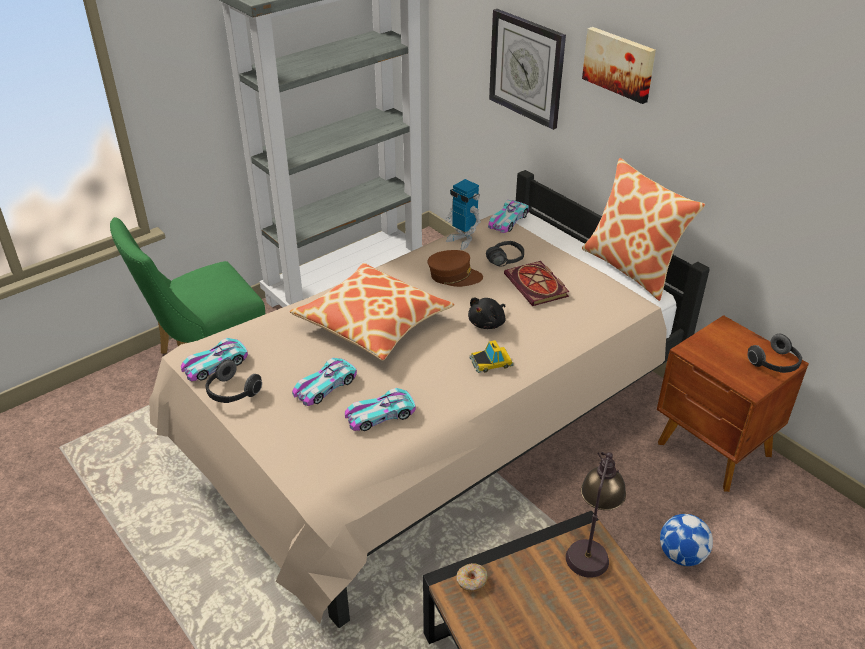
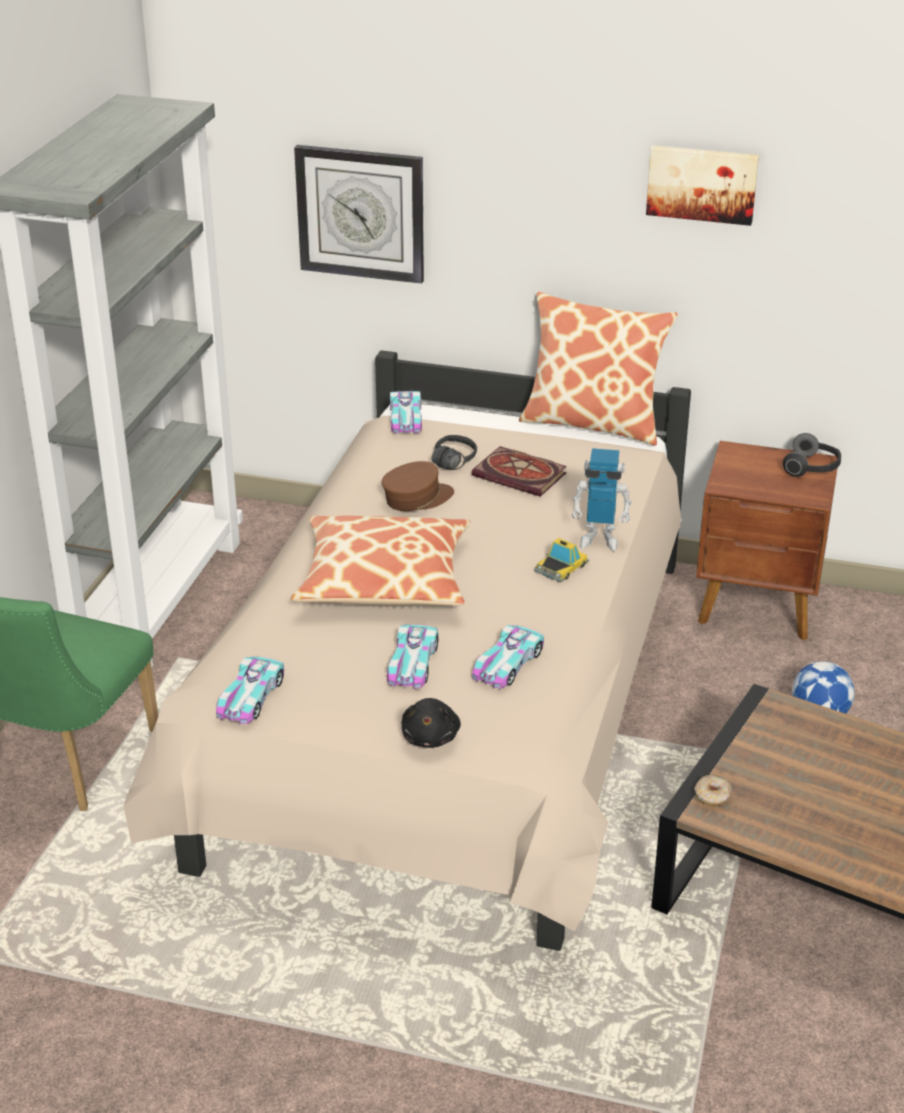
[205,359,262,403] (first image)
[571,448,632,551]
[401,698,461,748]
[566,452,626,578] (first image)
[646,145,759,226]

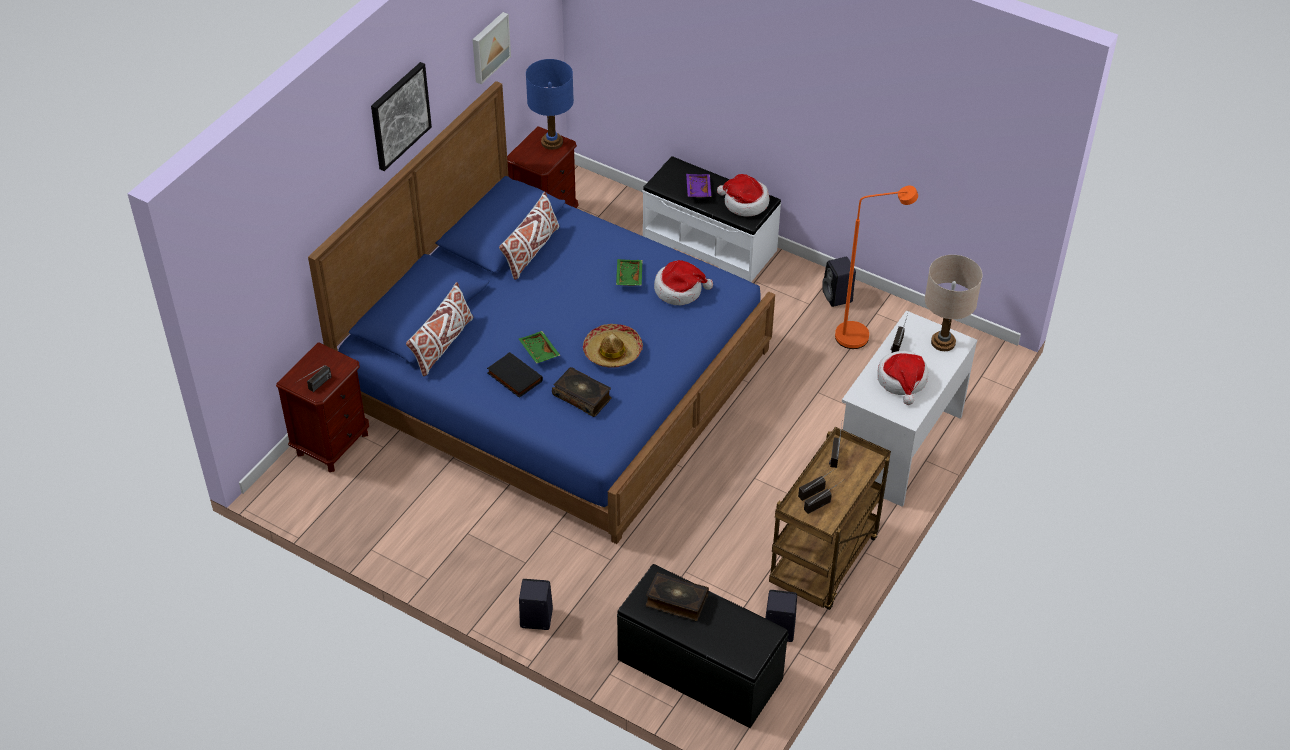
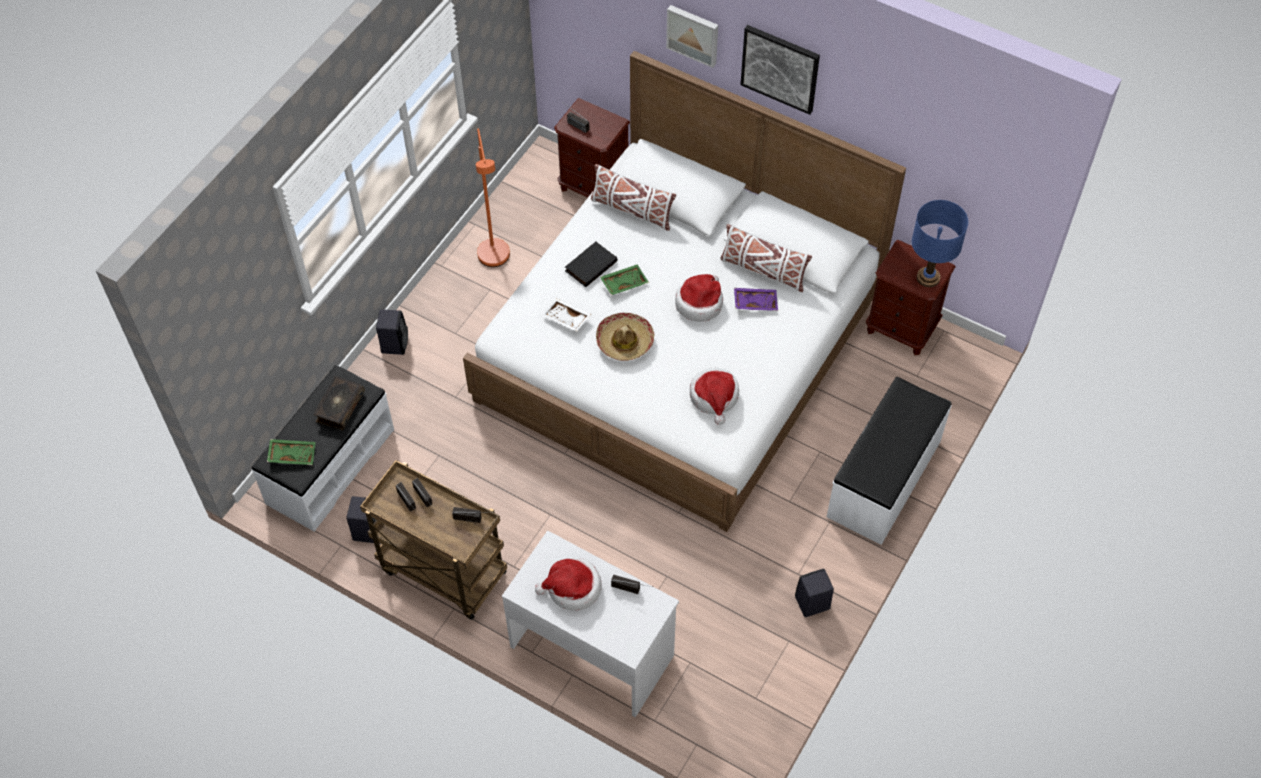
[463,51,906,532]
[666,5,718,68]
[542,299,591,331]
[267,439,316,465]
[251,365,394,532]
[734,288,778,311]
[675,274,723,322]
[476,129,510,267]
[925,255,983,351] (first image)

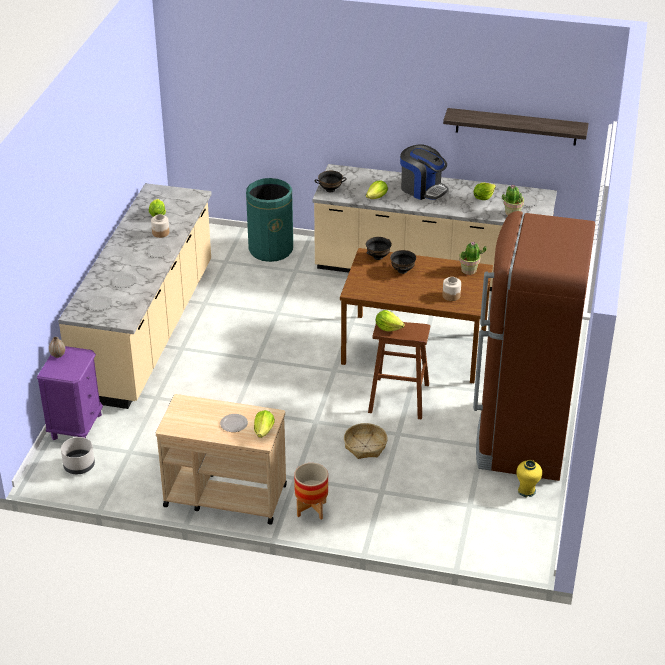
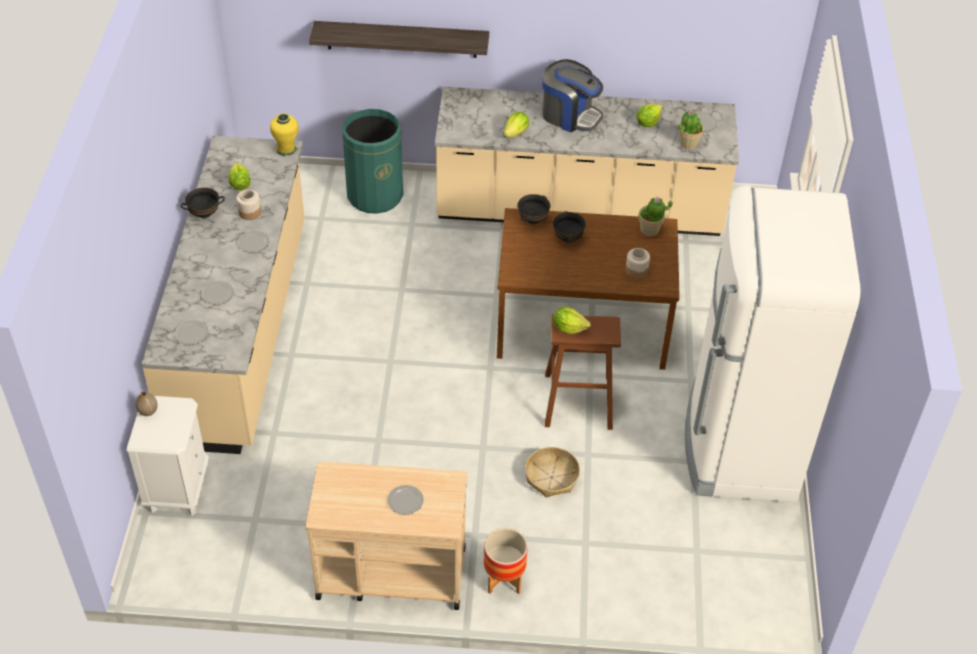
[127,396,209,516]
[61,437,95,474] (first image)
[254,410,275,438] (first image)
[180,187,225,218]
[309,21,489,58]
[685,185,861,502]
[270,113,299,156]

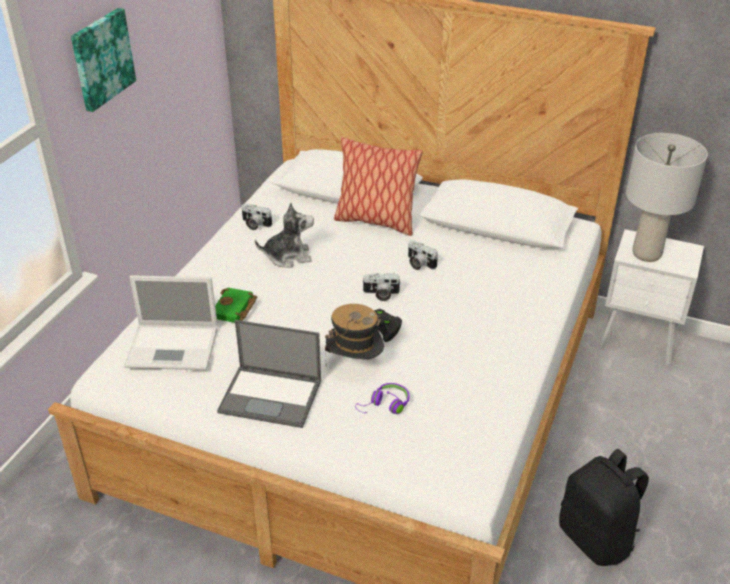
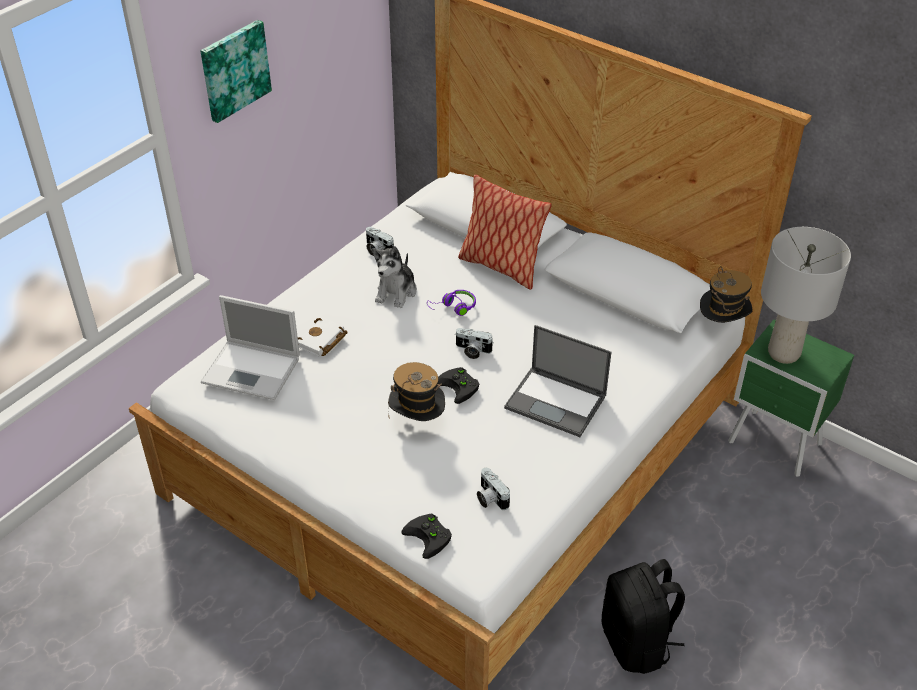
[298,317,348,357]
[504,325,611,437]
[372,246,417,308]
[427,290,476,316]
[477,468,510,510]
[728,320,854,477]
[401,514,452,559]
[700,266,753,323]

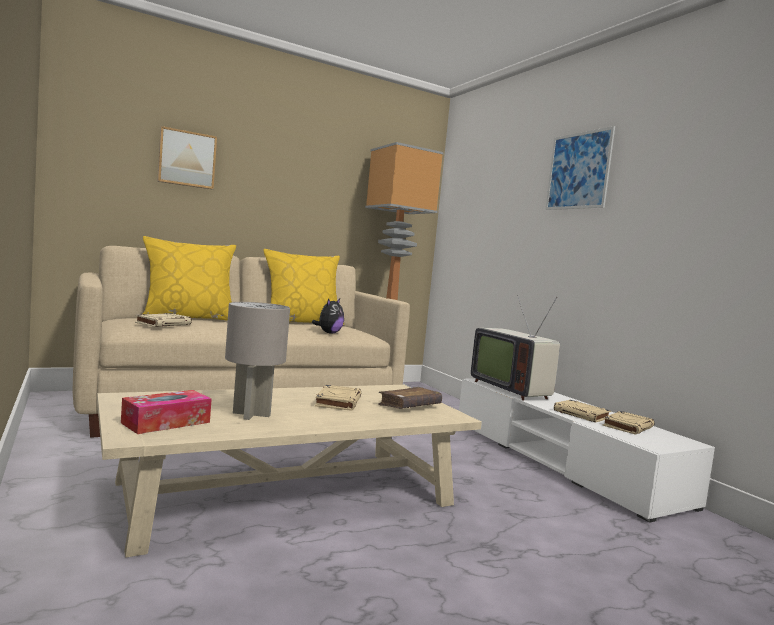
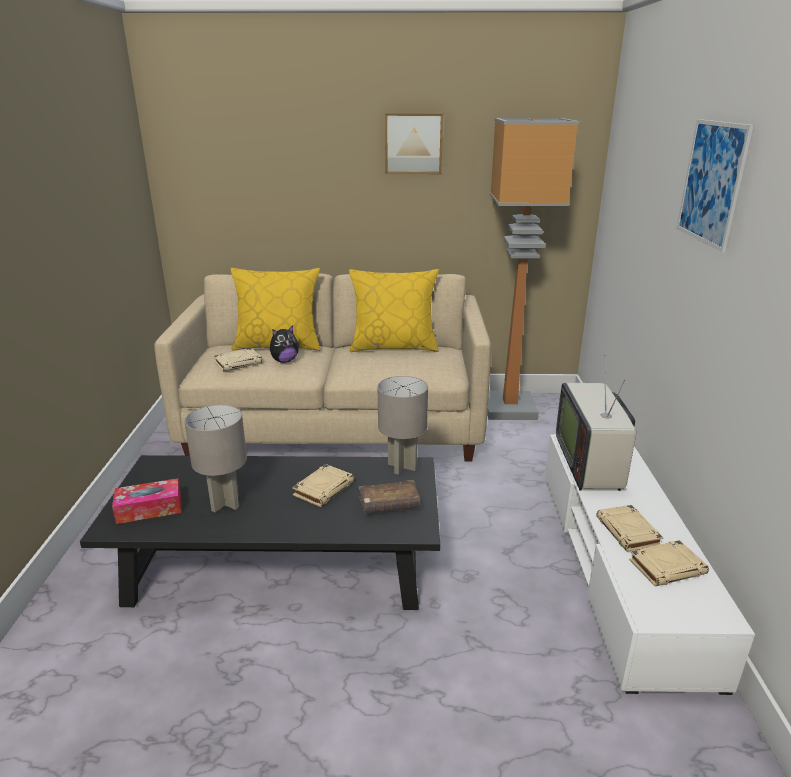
[80,455,440,610]
[385,113,443,174]
[270,326,299,363]
[378,376,428,475]

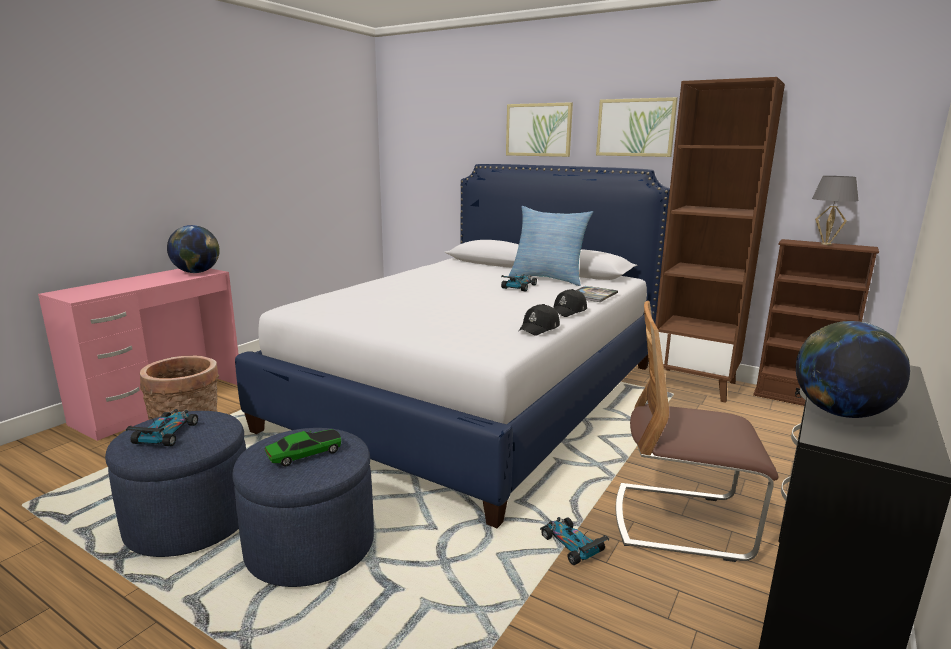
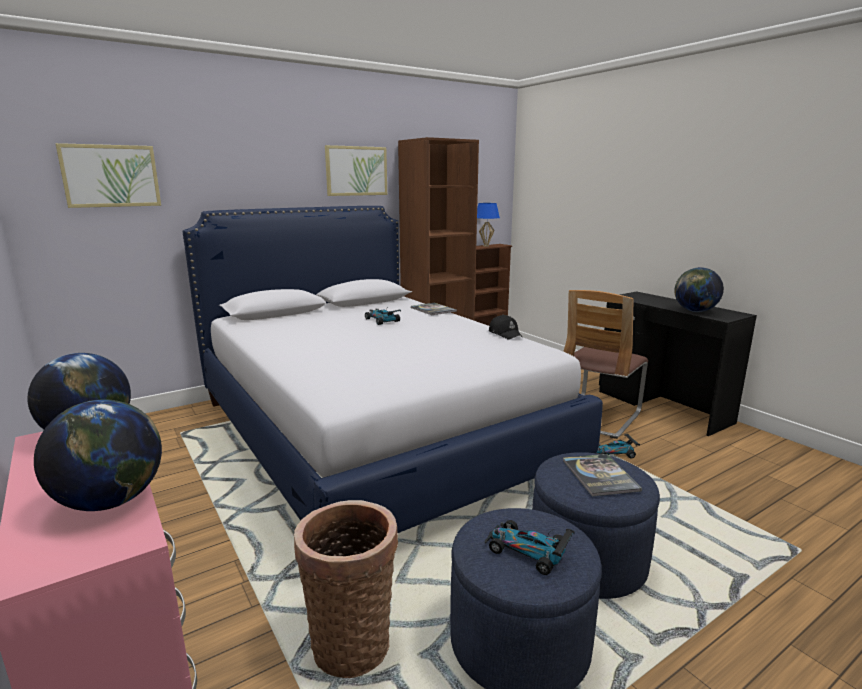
[563,454,642,496]
[55,143,161,208]
[509,206,593,286] (first image)
[553,289,587,317] (first image)
[477,203,500,247]
[34,399,162,511]

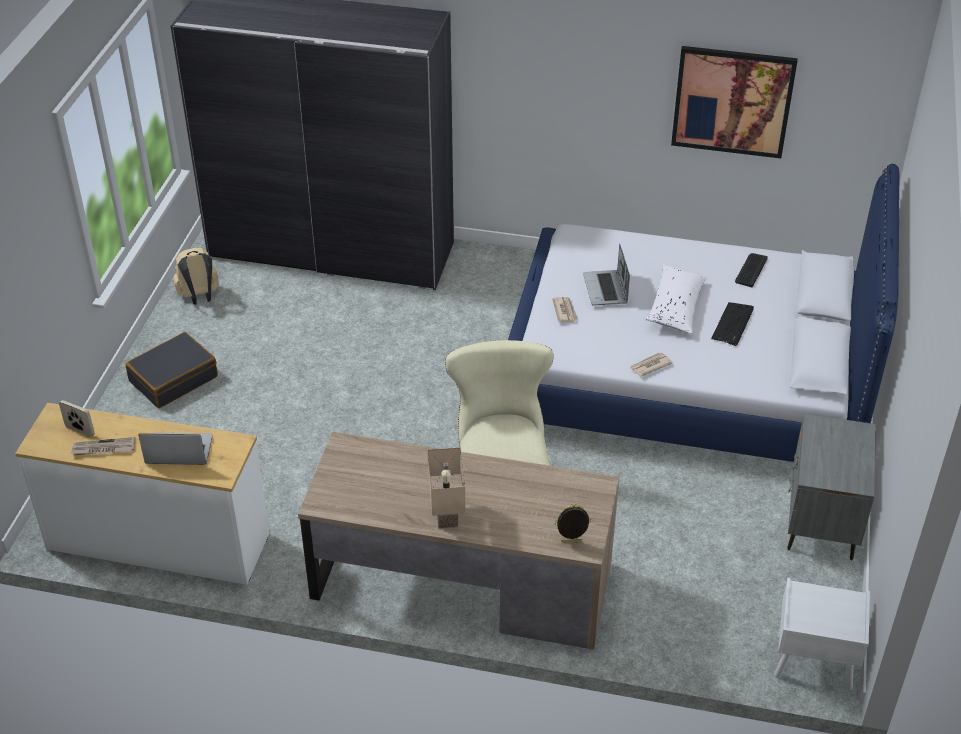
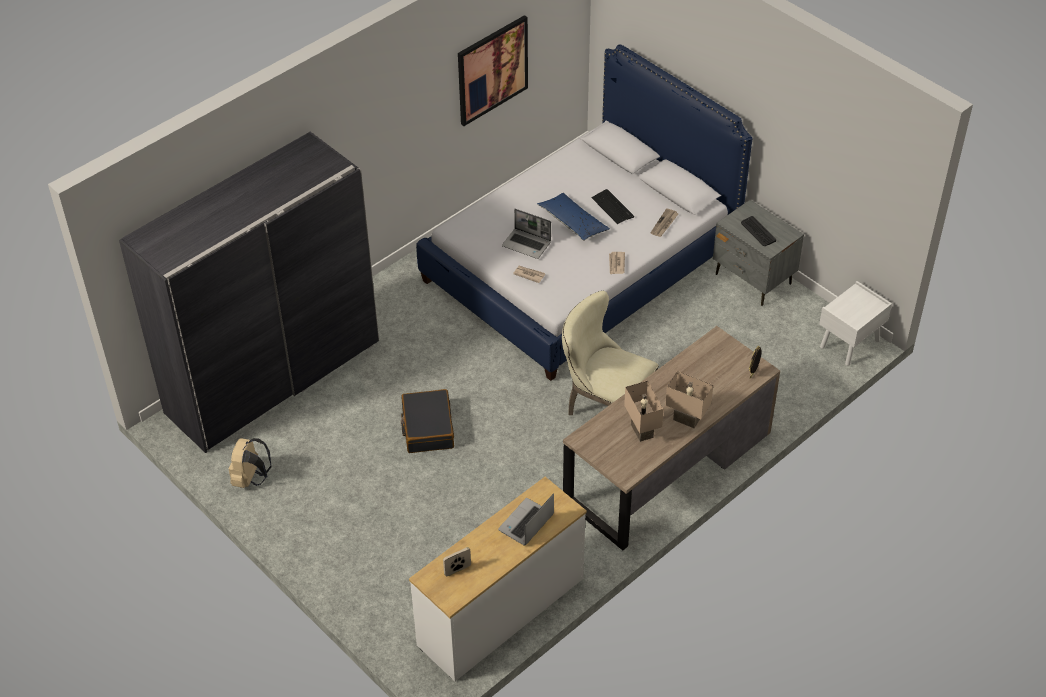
[650,208,679,237]
[401,389,454,453]
[537,193,610,241]
[741,216,776,246]
[624,381,664,442]

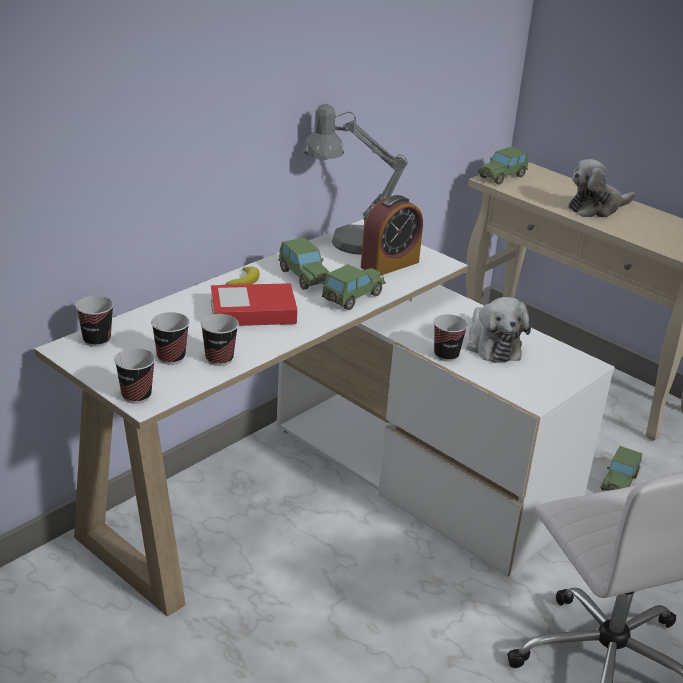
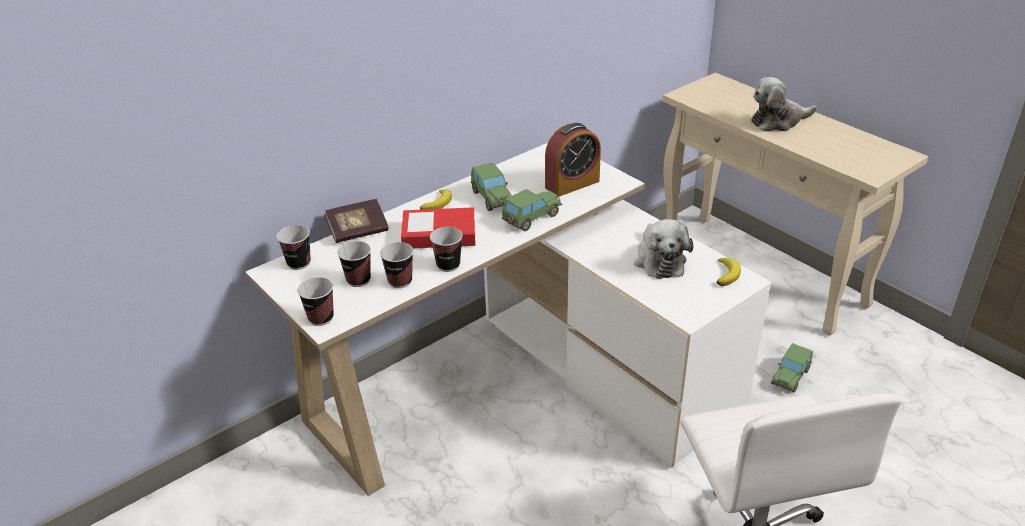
[303,104,408,254] (first image)
[430,227,463,272]
[477,147,528,184] (first image)
[324,199,389,243]
[717,258,741,286]

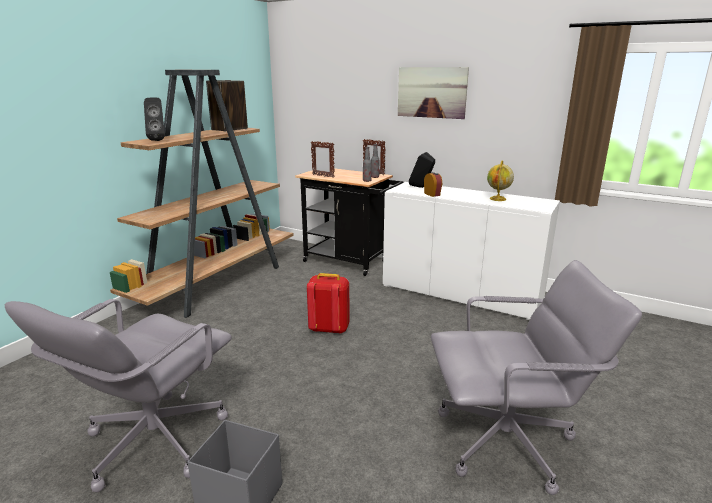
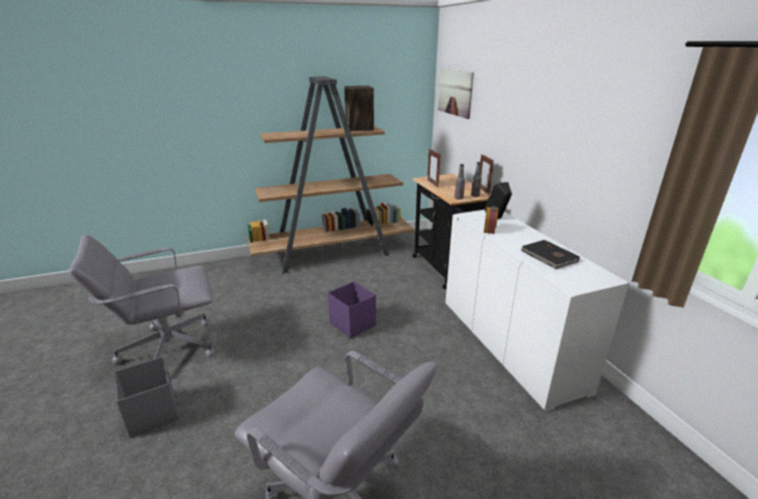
[144,98,165,141] (first image)
[328,282,376,339]
[438,69,474,119]
[521,240,580,269]

